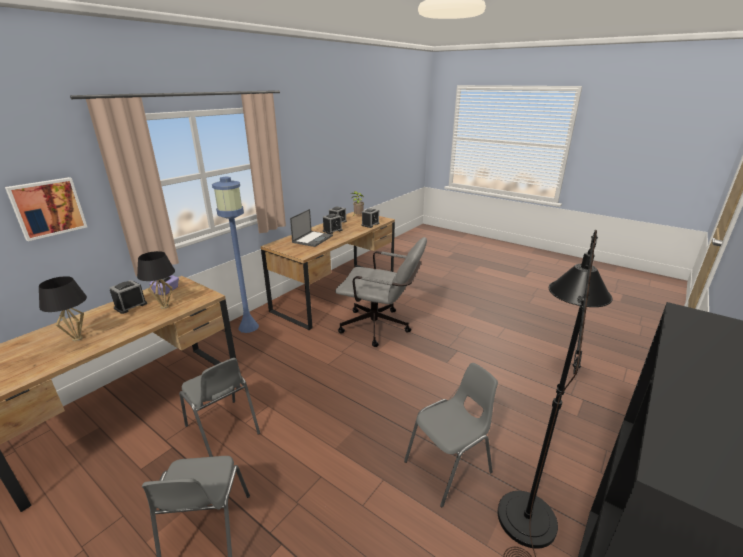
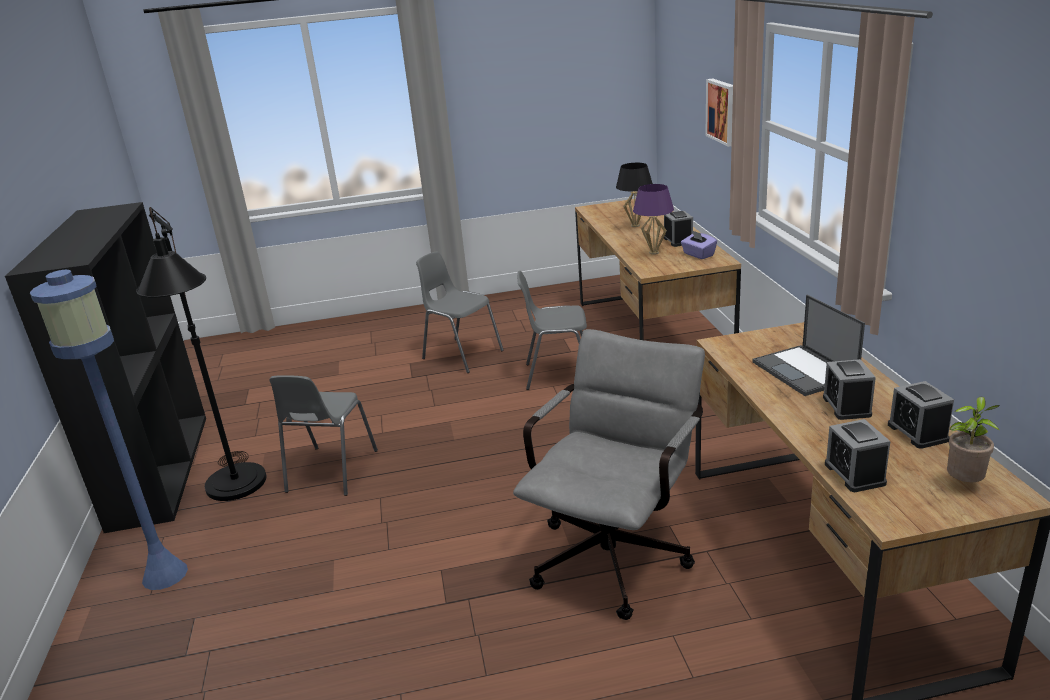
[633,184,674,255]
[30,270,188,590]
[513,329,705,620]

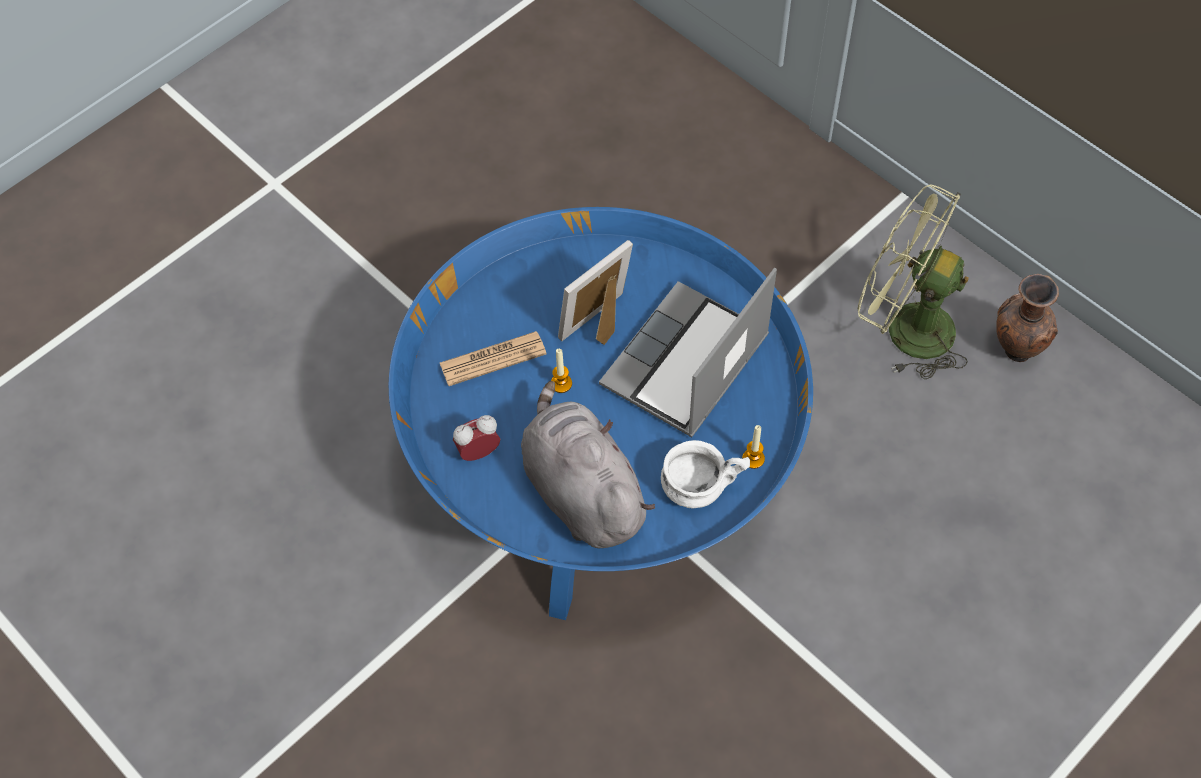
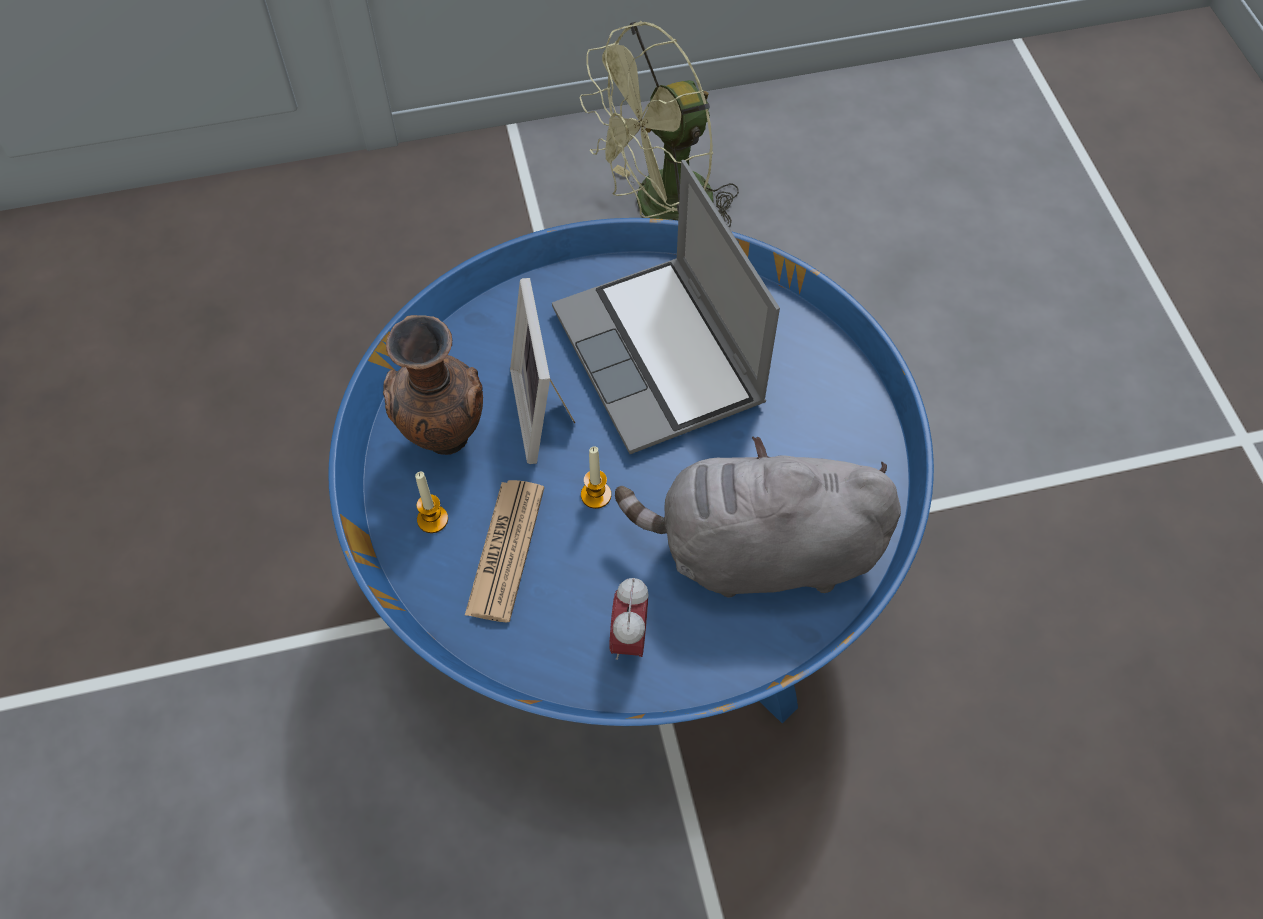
[661,440,750,509] (first image)
[415,471,448,533]
[383,315,483,455]

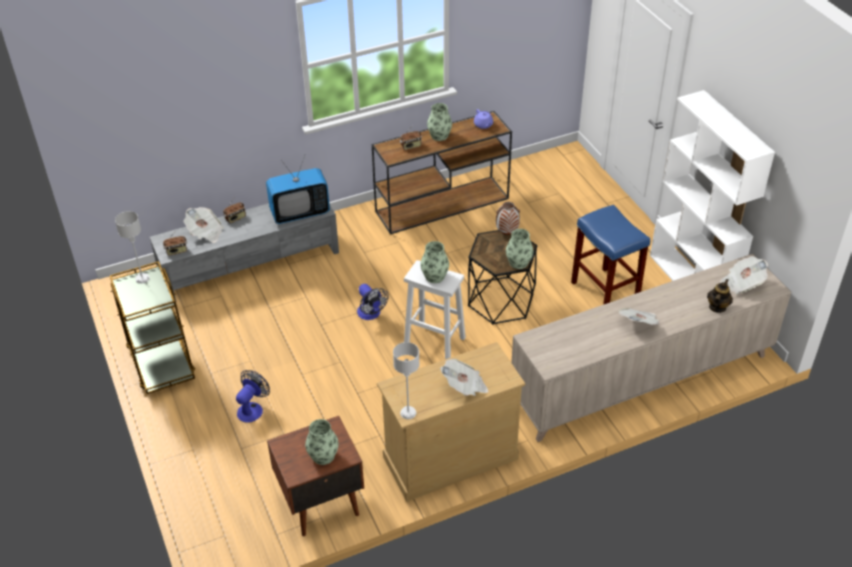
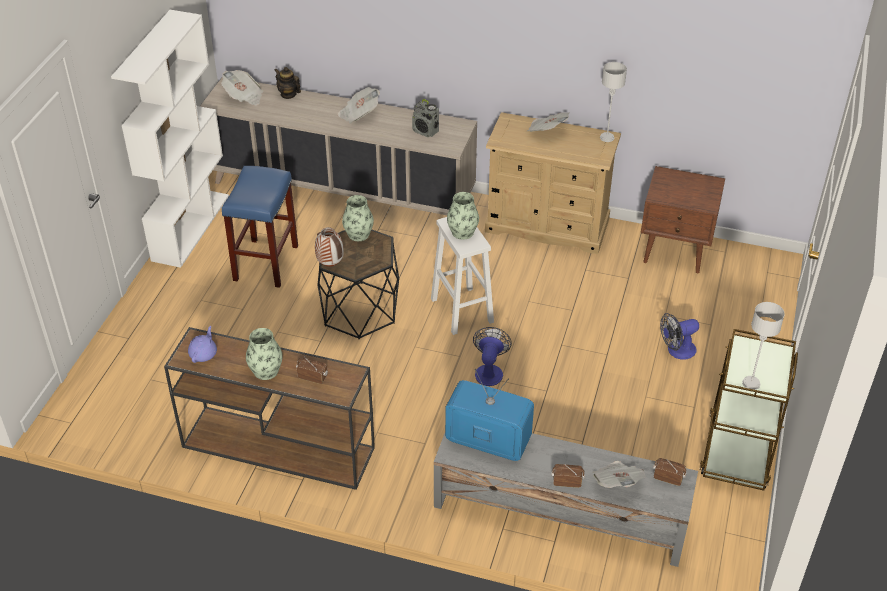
[305,419,339,465] (first image)
[274,67,301,99]
[412,99,439,137]

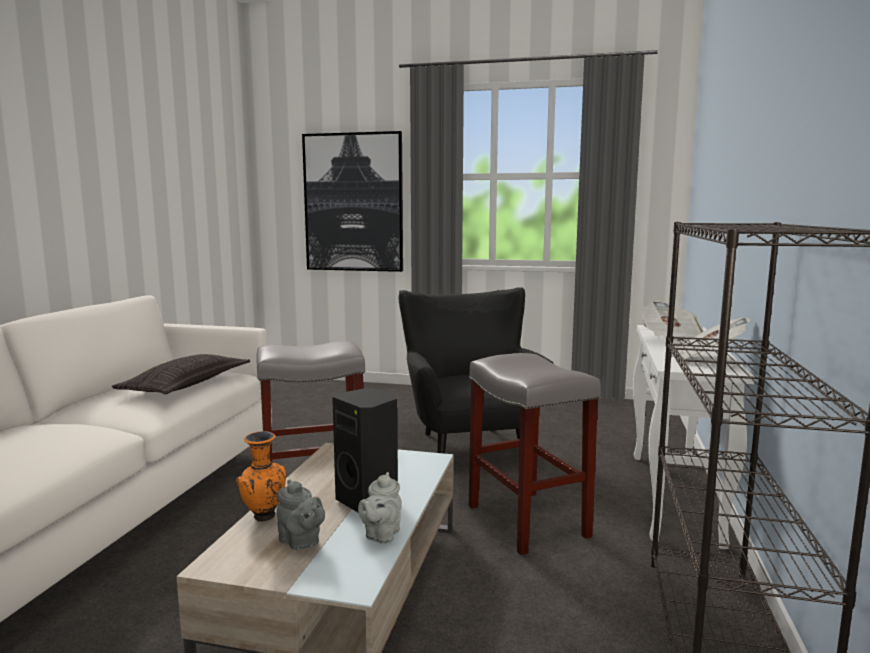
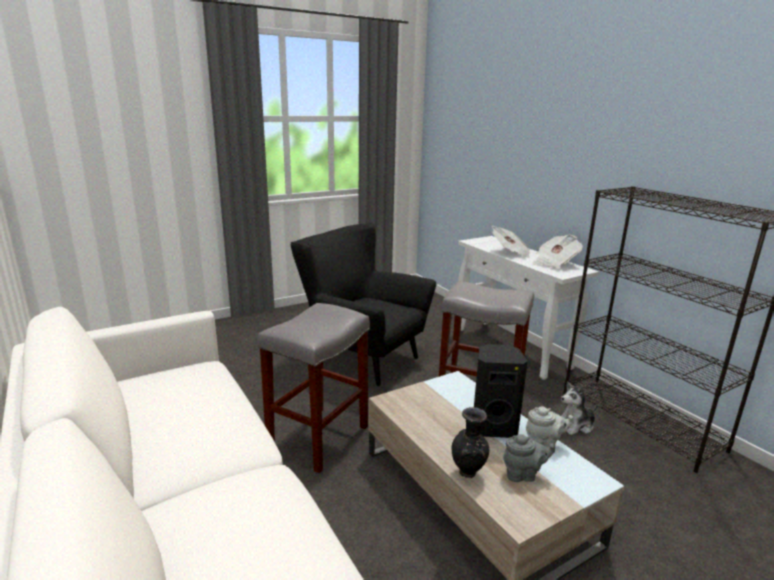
[112,354,250,395] (first image)
[452,407,489,478]
[302,131,403,272] (first image)
[526,406,574,447]
[561,382,598,435]

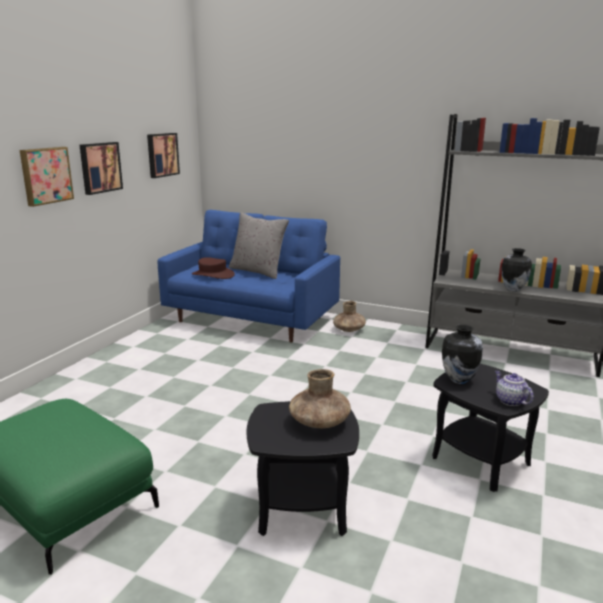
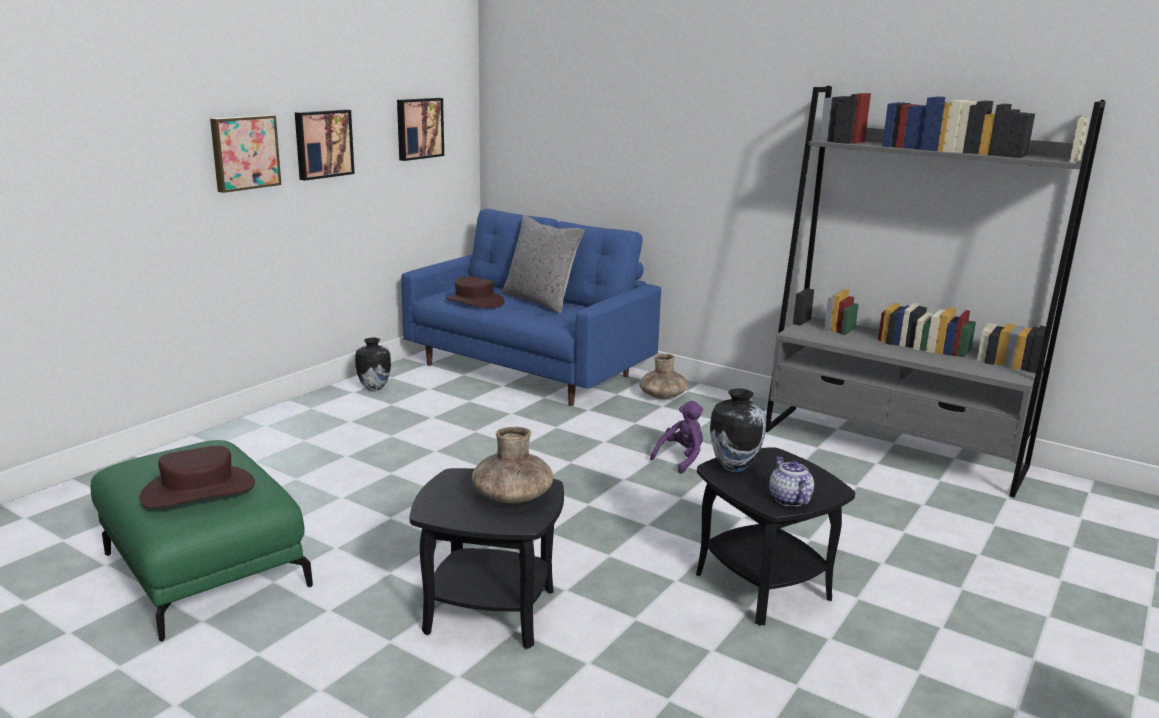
[355,338,391,391]
[139,446,255,508]
[650,401,703,474]

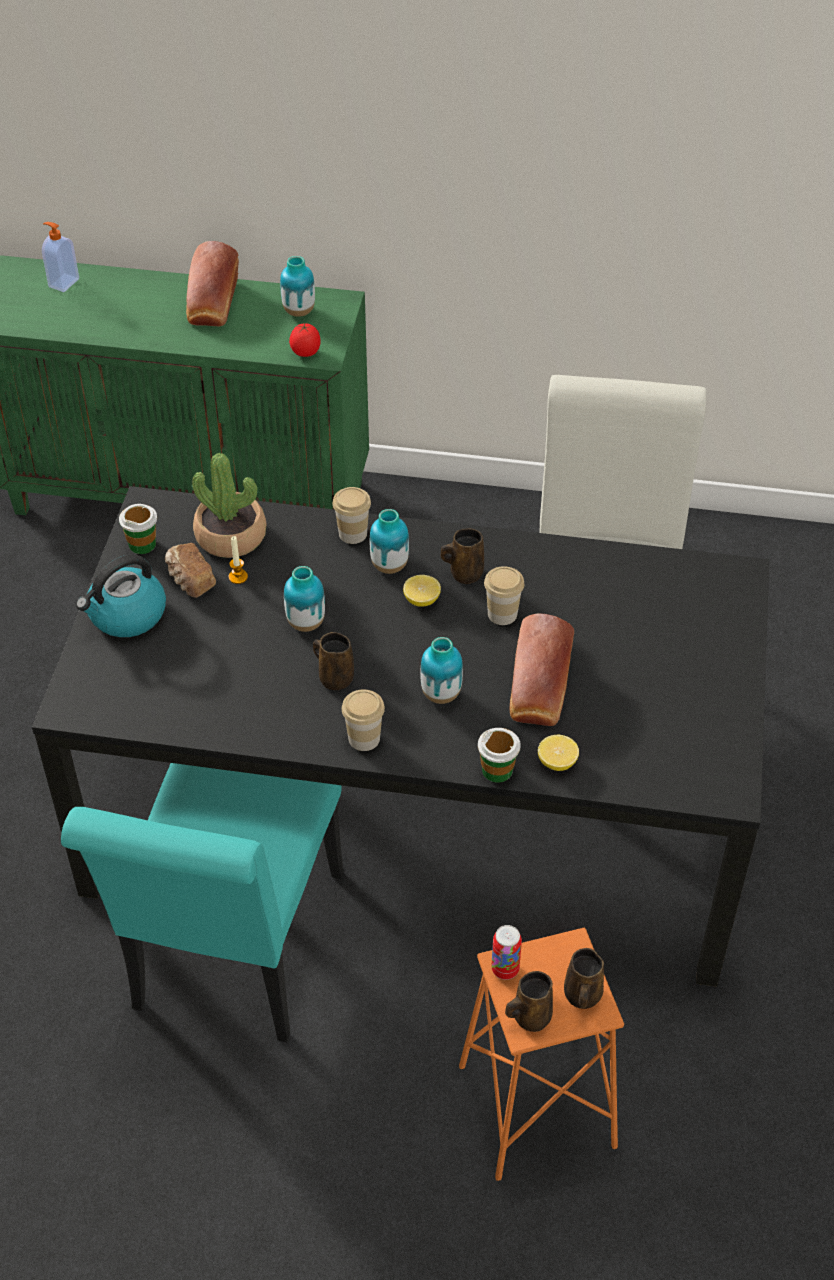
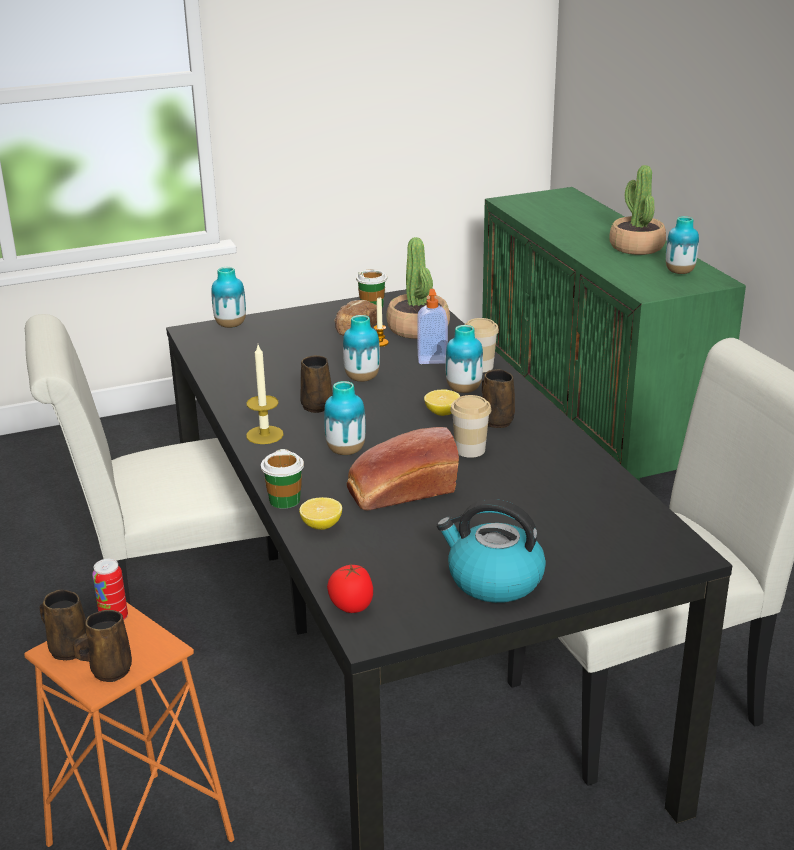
[417,289,448,364]
[25,314,307,635]
[437,499,546,603]
[609,165,666,255]
[327,564,373,613]
[246,345,283,444]
[211,267,246,328]

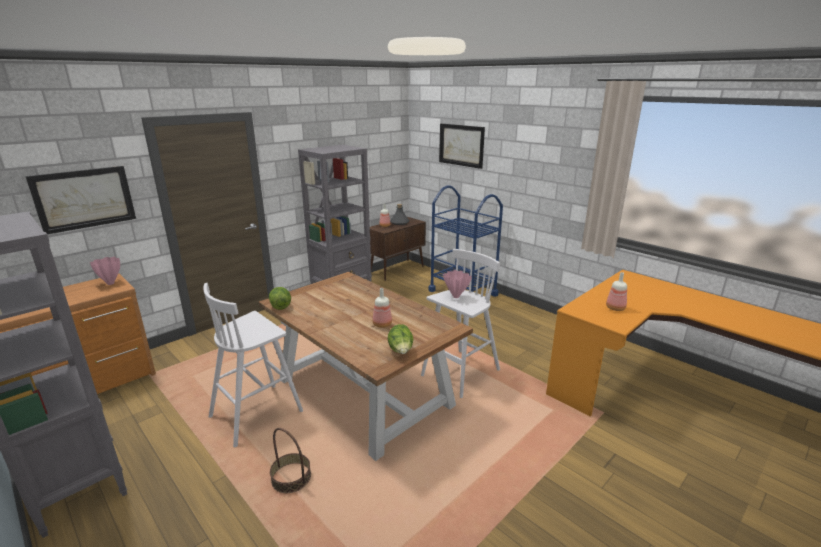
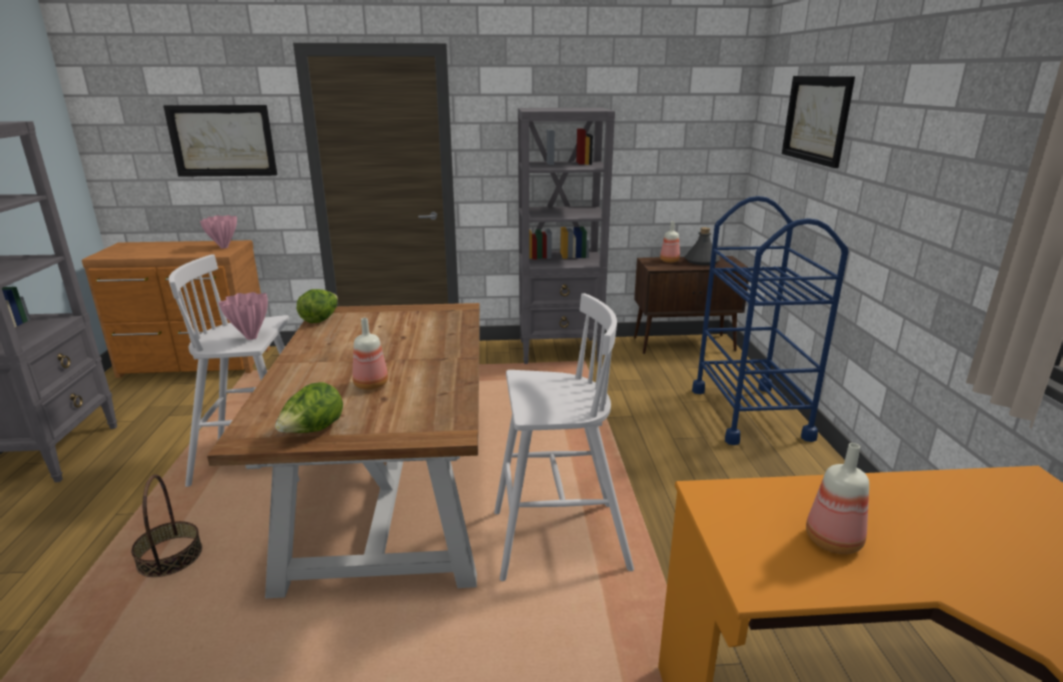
[218,292,268,340]

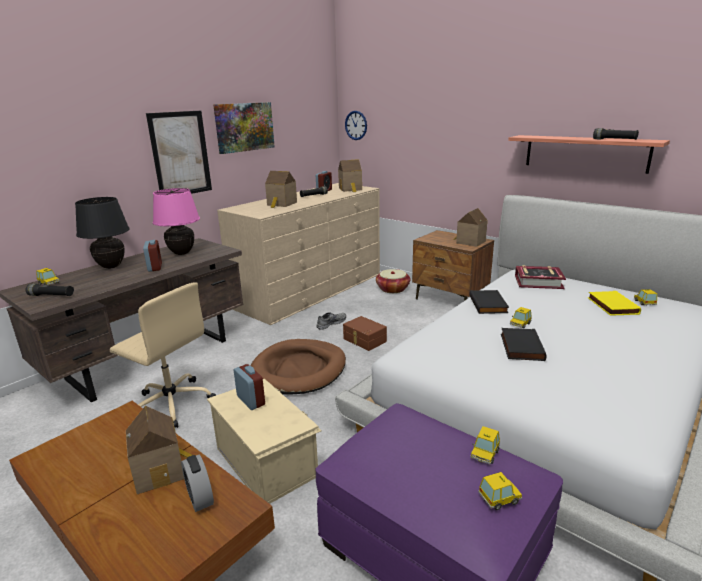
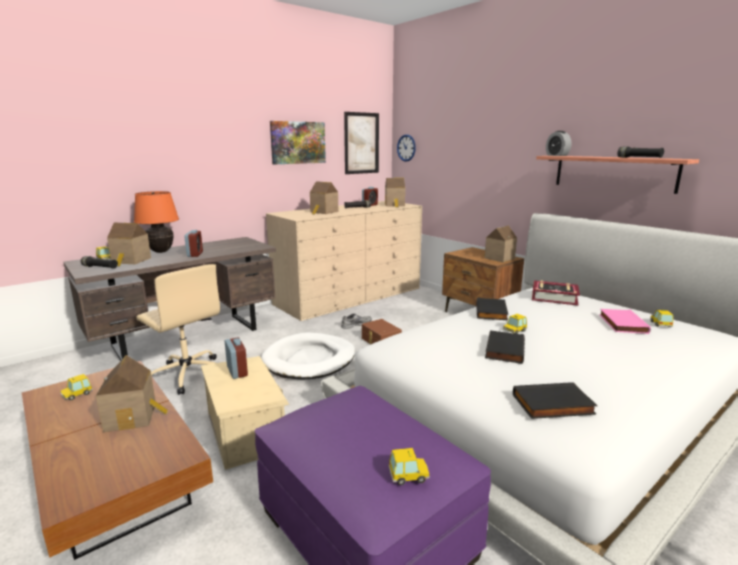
[134,191,179,253]
[344,112,379,174]
[153,188,200,255] (first image)
[546,131,571,156]
[261,332,355,379]
[376,269,410,293] (first image)
[60,374,93,400]
[599,309,651,334]
[107,223,151,266]
[513,382,598,419]

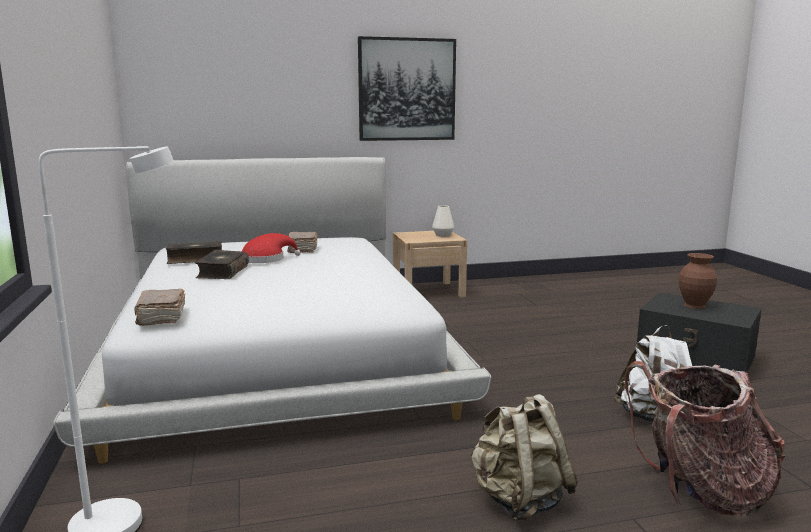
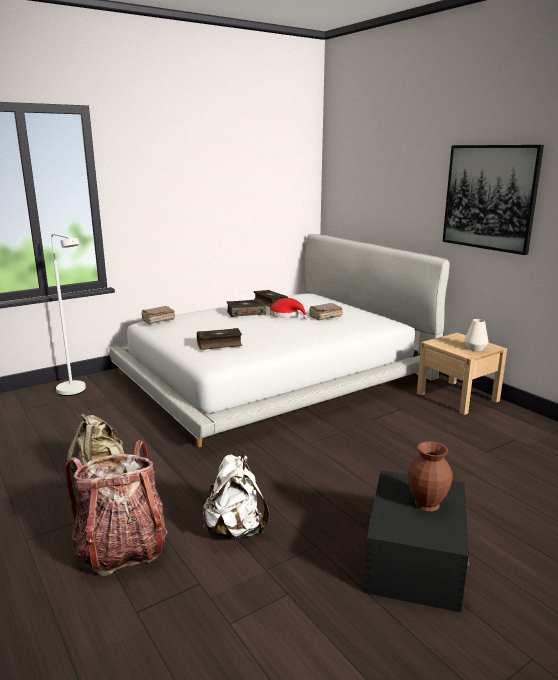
[197,328,242,350]

